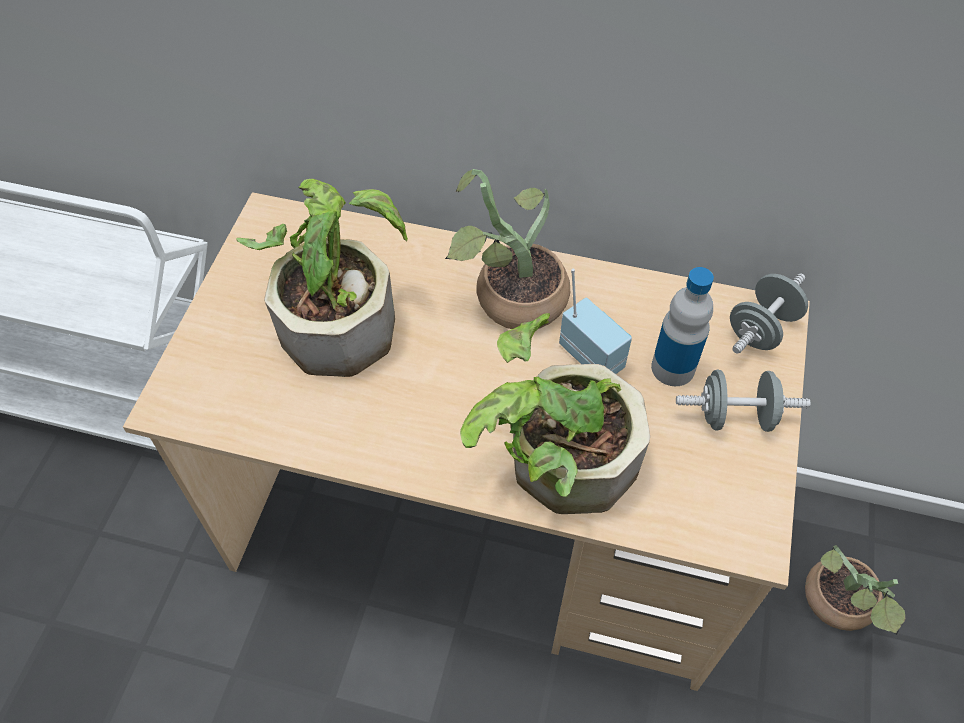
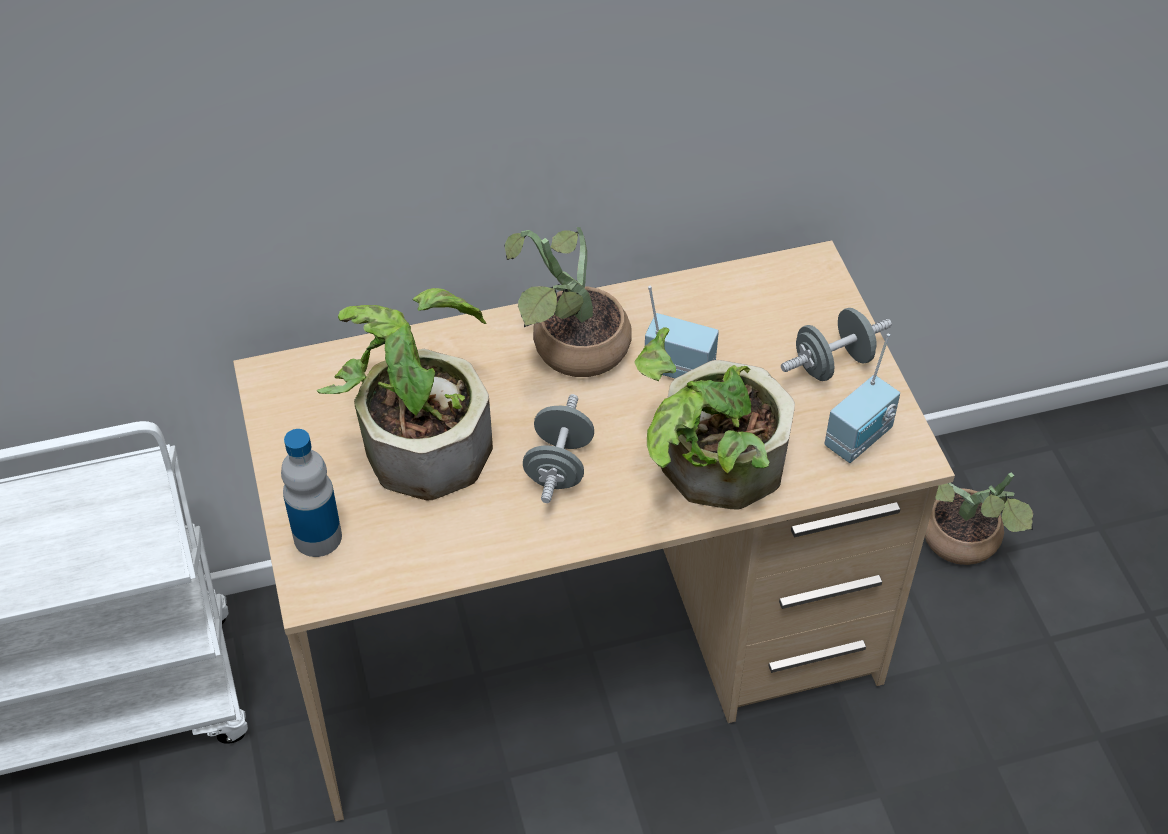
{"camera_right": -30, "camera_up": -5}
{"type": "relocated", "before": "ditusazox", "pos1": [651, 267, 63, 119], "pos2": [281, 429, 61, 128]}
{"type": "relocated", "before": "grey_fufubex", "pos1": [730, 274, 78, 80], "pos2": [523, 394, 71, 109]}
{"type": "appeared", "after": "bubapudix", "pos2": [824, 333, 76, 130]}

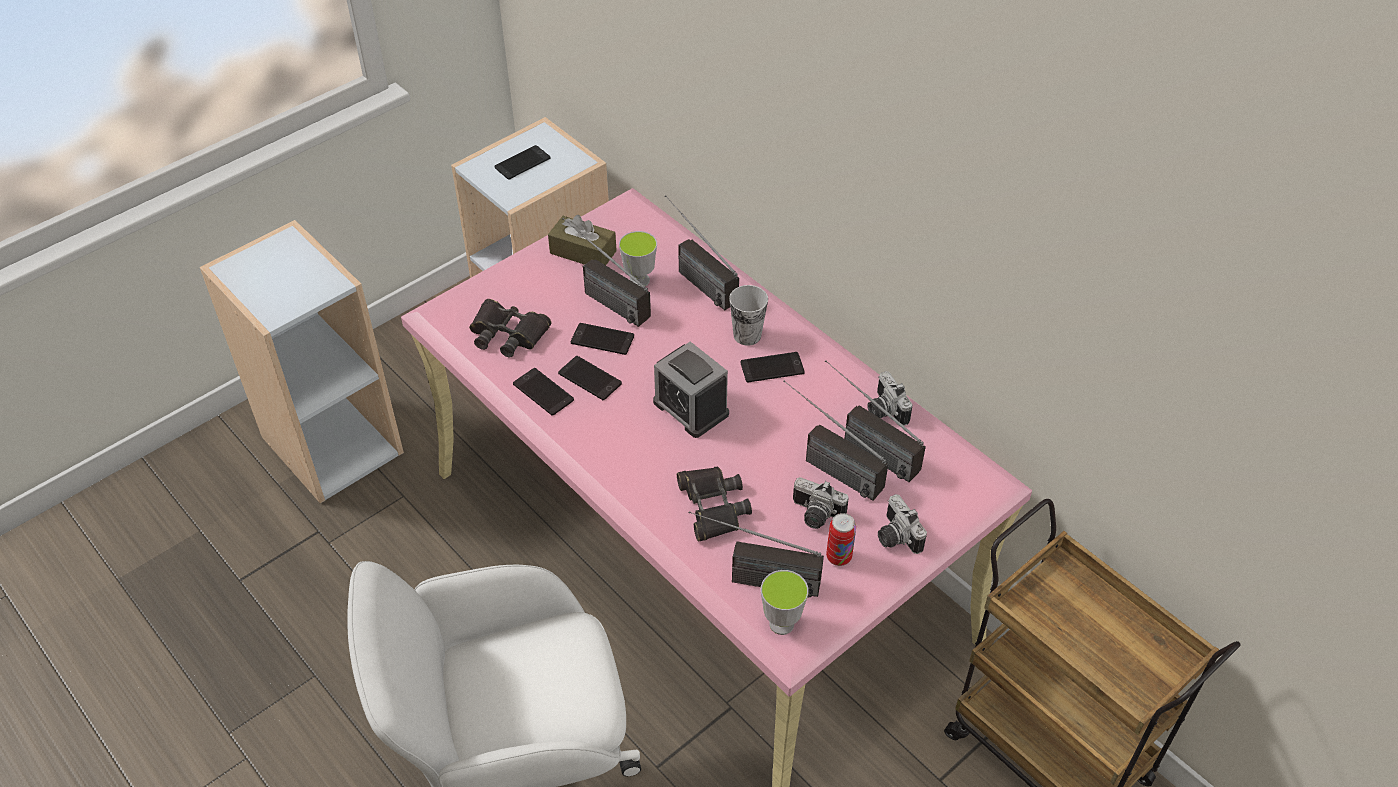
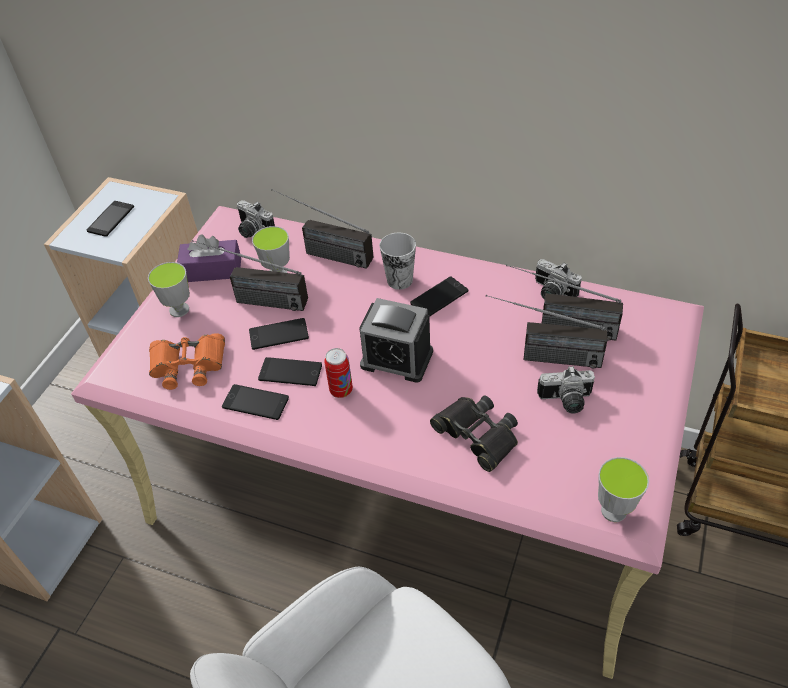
{"camera_right": -25, "camera_up": 0}
{"type": "appeared", "after": "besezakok", "pos2": [148, 262, 42, 55]}
{"type": "colour", "before": "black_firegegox", "after": "orange_firegegox", "pos1": [469, 299, 82, 58], "pos2": [149, 333, 76, 57]}
{"type": "colour", "before": "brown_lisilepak", "after": "purple_lisilepak", "pos1": [548, 215, 69, 50], "pos2": [177, 234, 64, 48]}
{"type": "relocated", "before": "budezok", "pos1": [878, 494, 49, 60], "pos2": [237, 200, 38, 38]}
{"type": "relocated", "before": "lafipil", "pos1": [826, 513, 30, 53], "pos2": [324, 348, 29, 50]}
{"type": "missing", "before": "bubapudix", "pos1": [689, 511, 135, 86]}

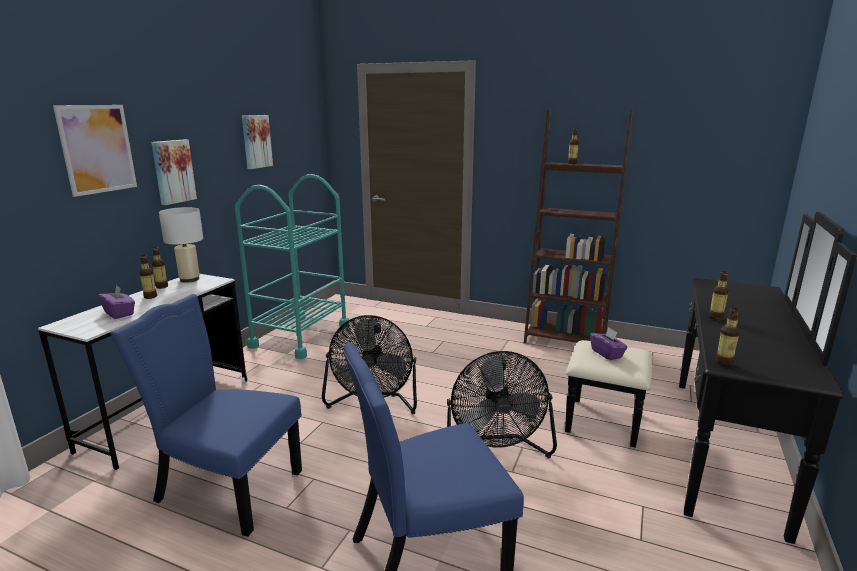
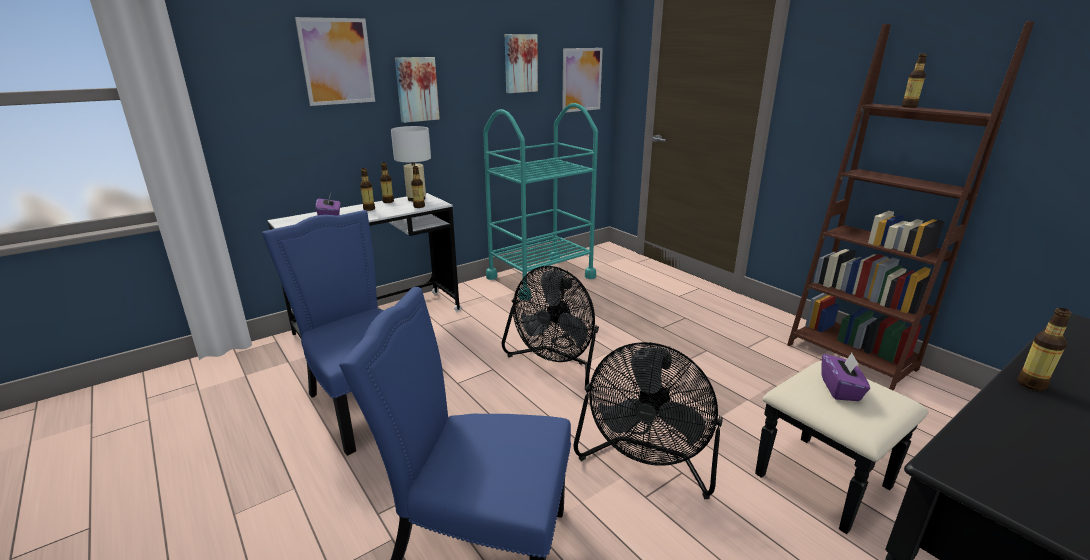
{"camera_right": 30, "camera_up": 5}
{"type": "relocated", "before": "ditusazox", "pos1": [715, 308, 25, 59], "pos2": [411, 166, 14, 42]}
{"type": "appeared", "after": "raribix", "pos2": [562, 48, 41, 64]}

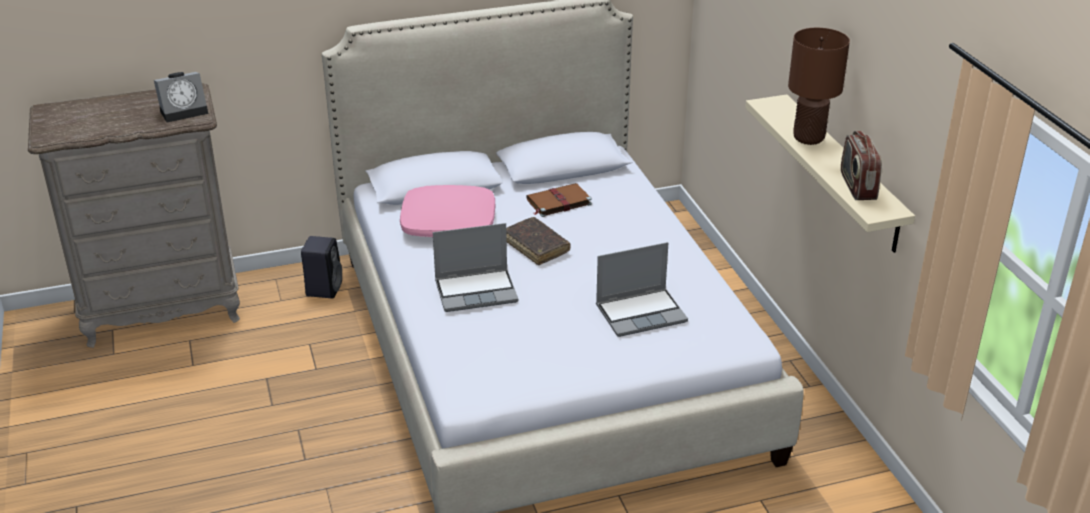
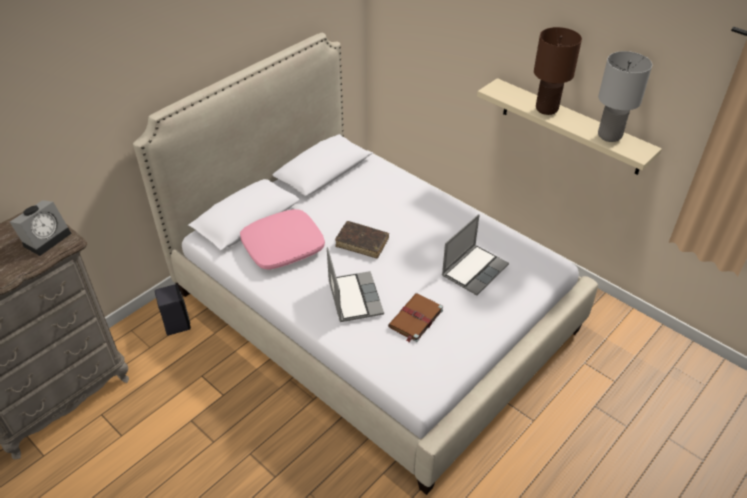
{"camera_right": -30, "camera_up": 10}
{"type": "spun", "before": "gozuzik", "pos1": [433, 223, 85, 89], "pos2": [327, 247, 57, 75], "turn": -60}
{"type": "relocated", "before": "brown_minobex", "pos1": [526, 183, 66, 34], "pos2": [388, 293, 55, 49]}
{"type": "exchanged", "before": "bubapudix", "after": "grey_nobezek", "pos1": [841, 131, 41, 69], "pos2": [598, 51, 54, 91]}

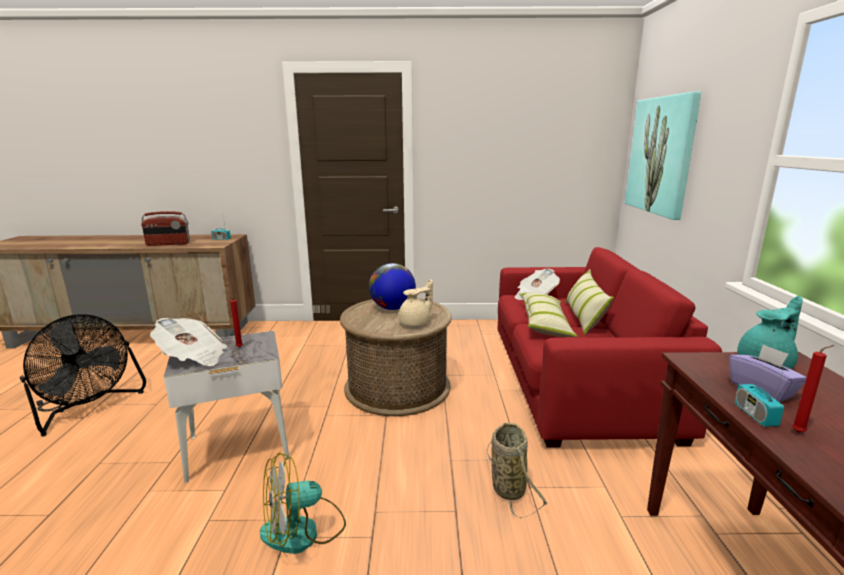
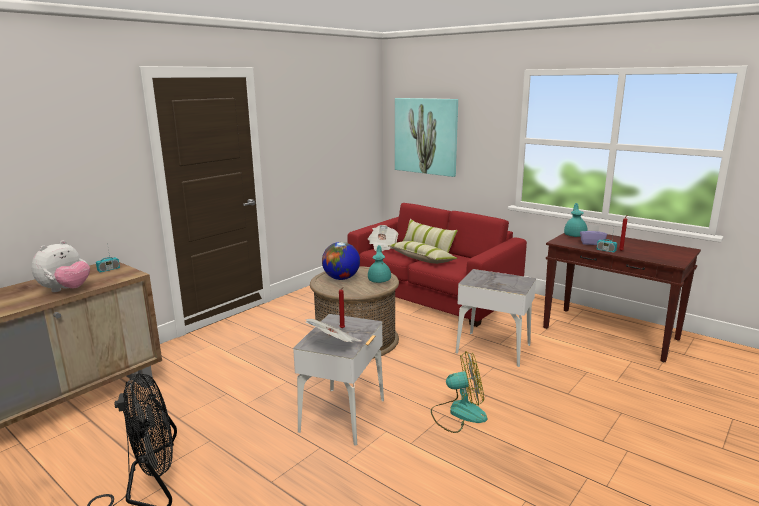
{"camera_right": -50, "camera_up": 0}
{"type": "exchanged", "before": "bubapudix", "after": "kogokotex", "pos1": [141, 211, 49, 35], "pos2": [31, 240, 59, 52]}
{"type": "colour", "before": "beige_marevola", "after": "turquoise_marevola", "pos1": [399, 279, 34, 47], "pos2": [368, 245, 23, 38]}
{"type": "spun", "before": "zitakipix", "pos1": [260, 452, 86, 102], "pos2": [431, 351, 56, 82], "turn": -105}
{"type": "exchanged", "before": "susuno", "after": "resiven", "pos1": [487, 422, 61, 96], "pos2": [456, 269, 80, 98]}

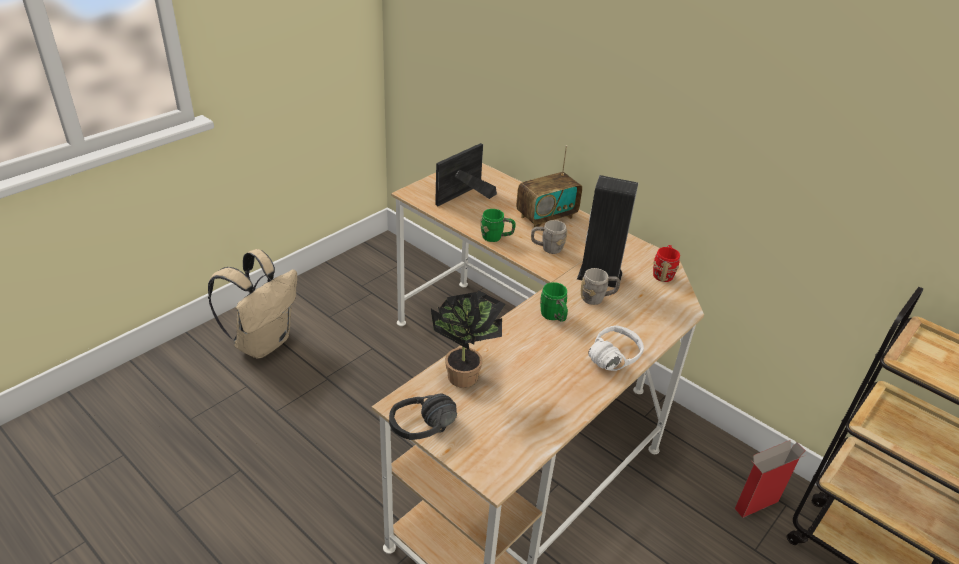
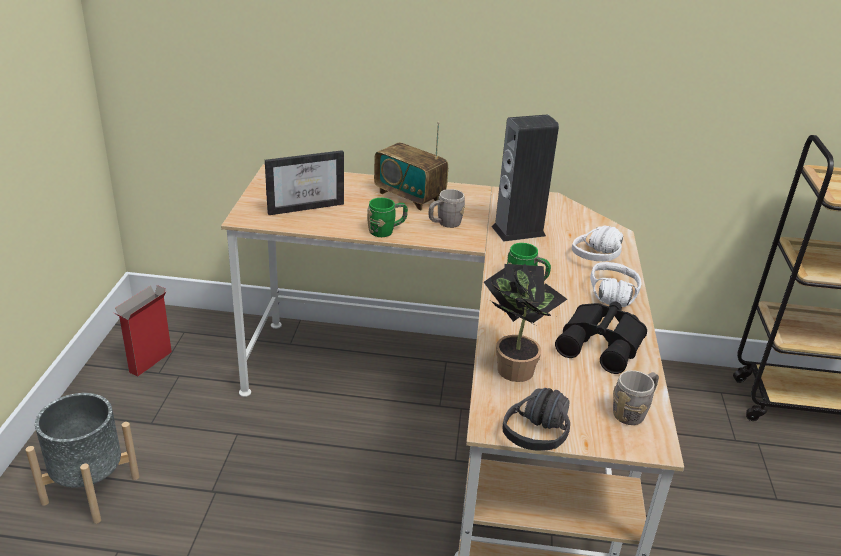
{"camera_right": -35, "camera_up": -5}
{"type": "exchanged", "before": "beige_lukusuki", "after": "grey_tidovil", "pos1": [208, 249, 89, 110], "pos2": [25, 393, 114, 131]}
{"type": "relocated", "before": "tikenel", "pos1": [735, 440, 71, 78], "pos2": [114, 285, 58, 91]}
{"type": "spun", "before": "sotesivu", "pos1": [435, 143, 62, 63], "pos2": [265, 150, 79, 65], "turn": -120}
{"type": "spun", "before": "bubapudix", "pos1": [516, 145, 66, 82], "pos2": [374, 122, 74, 88], "turn": 105}
{"type": "appeared", "after": "black_firegegox", "pos2": [555, 301, 92, 73]}
{"type": "appeared", "after": "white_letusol", "pos2": [572, 226, 51, 35]}
{"type": "relocated", "before": "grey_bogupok", "pos1": [581, 268, 39, 37], "pos2": [613, 370, 46, 55]}
{"type": "missing", "before": "red_bogupok", "pos1": [653, 245, 27, 37]}

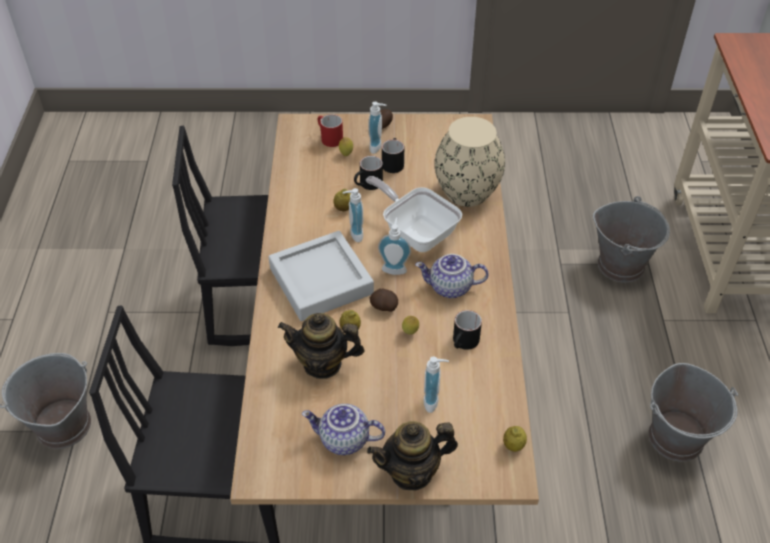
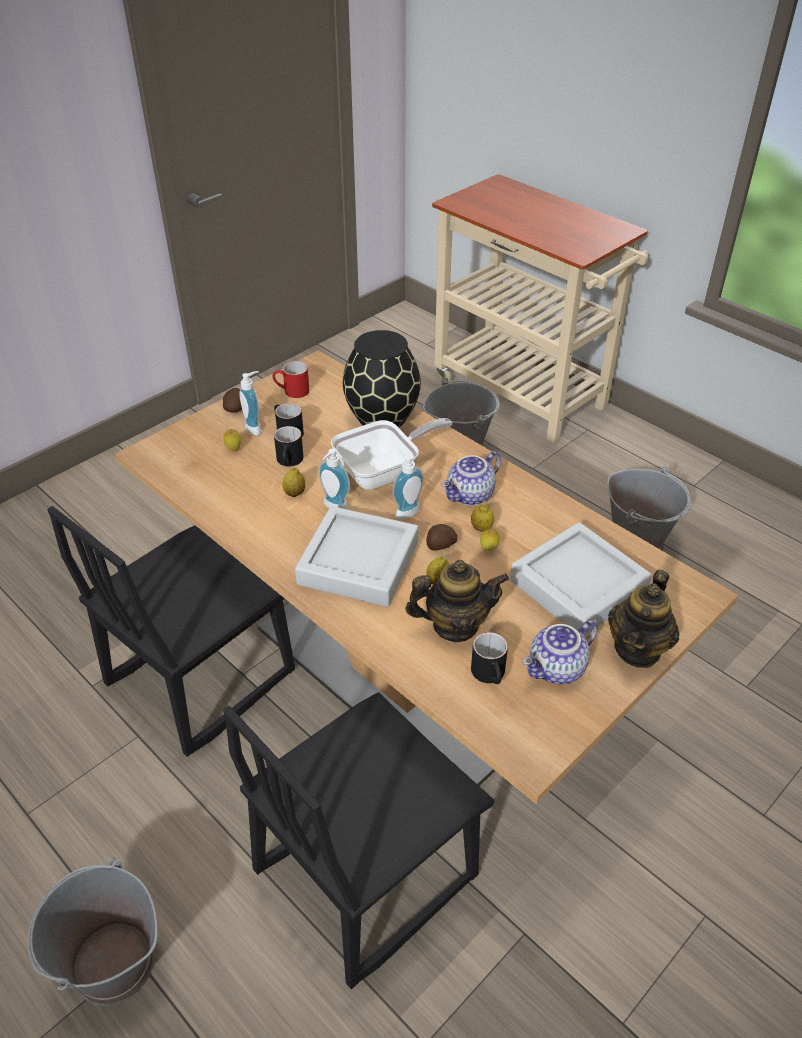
{"camera_right": -45, "camera_up": -5}
{"type": "relocated", "before": "red_bogupok", "pos1": [318, 114, 25, 33], "pos2": [272, 361, 37, 37]}
{"type": "spun", "before": "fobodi", "pos1": [366, 176, 97, 76], "pos2": [331, 418, 121, 72], "turn": 150}
{"type": "colour", "before": "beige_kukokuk", "after": "black_kukokuk", "pos1": [434, 117, 71, 90], "pos2": [343, 330, 78, 98]}
{"type": "spun", "before": "marevola", "pos1": [278, 313, 87, 66], "pos2": [406, 560, 103, 82], "turn": -150}
{"type": "relocated", "before": "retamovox", "pos1": [503, 426, 24, 26], "pos2": [471, 504, 23, 28]}
{"type": "relocated", "before": "black_bogupok", "pos1": [453, 310, 29, 40], "pos2": [471, 632, 37, 52]}
{"type": "exchanged", "before": "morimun", "after": "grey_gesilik", "pos1": [424, 356, 25, 57], "pos2": [510, 522, 142, 113]}

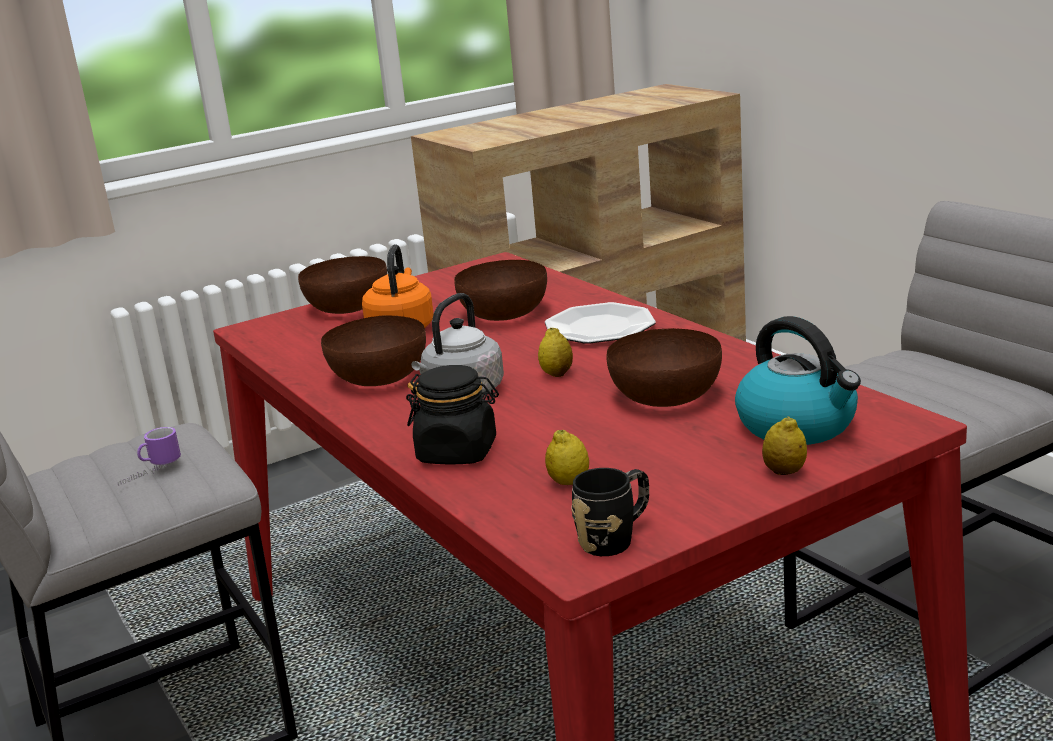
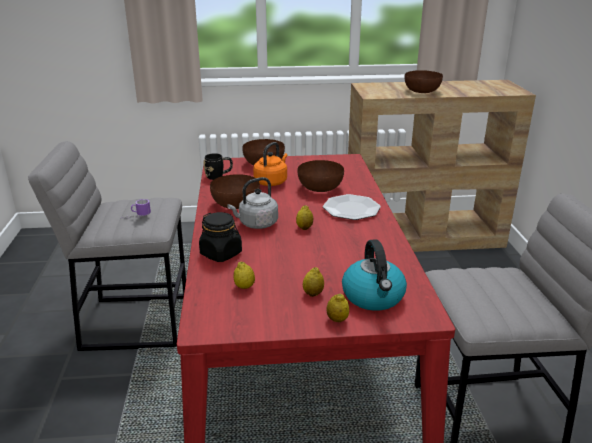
{"camera_right": 25, "camera_up": 5}
{"type": "relocated", "before": "black_bogupok", "pos1": [571, 468, 78, 88], "pos2": [204, 153, 29, 27]}
{"type": "appeared", "after": "retamovox", "pos2": [303, 267, 21, 30]}
{"type": "relocated", "before": "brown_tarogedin", "pos1": [606, 328, 116, 79], "pos2": [405, 71, 38, 22]}

